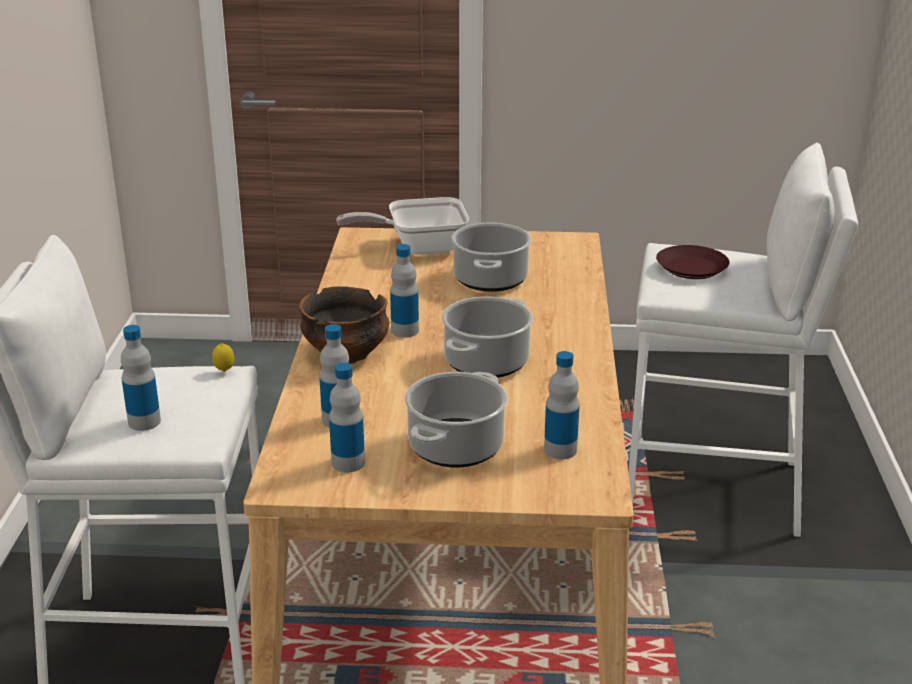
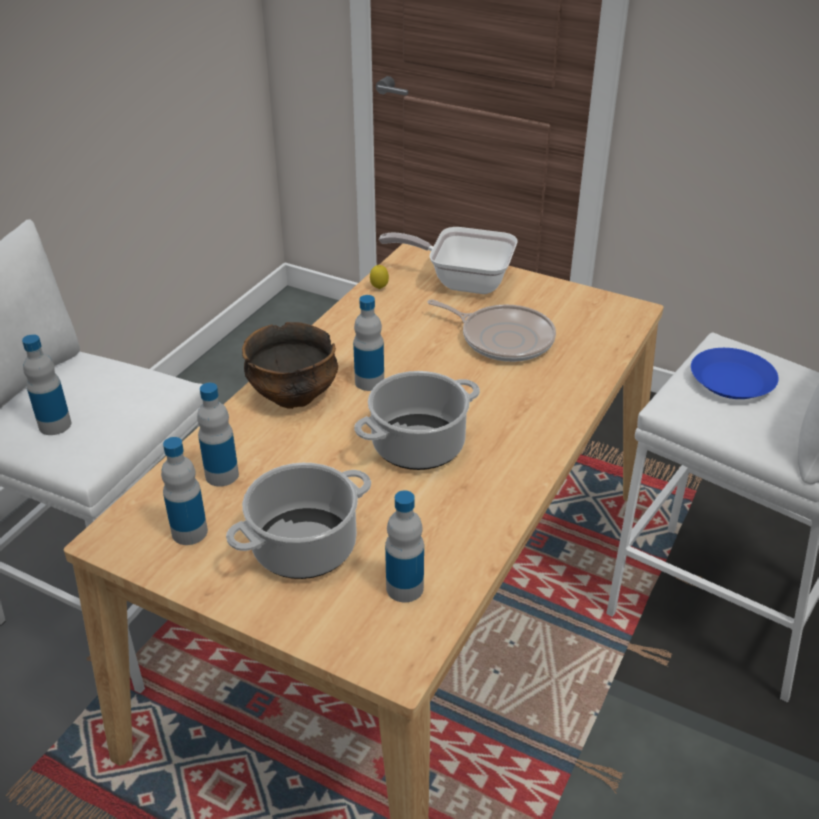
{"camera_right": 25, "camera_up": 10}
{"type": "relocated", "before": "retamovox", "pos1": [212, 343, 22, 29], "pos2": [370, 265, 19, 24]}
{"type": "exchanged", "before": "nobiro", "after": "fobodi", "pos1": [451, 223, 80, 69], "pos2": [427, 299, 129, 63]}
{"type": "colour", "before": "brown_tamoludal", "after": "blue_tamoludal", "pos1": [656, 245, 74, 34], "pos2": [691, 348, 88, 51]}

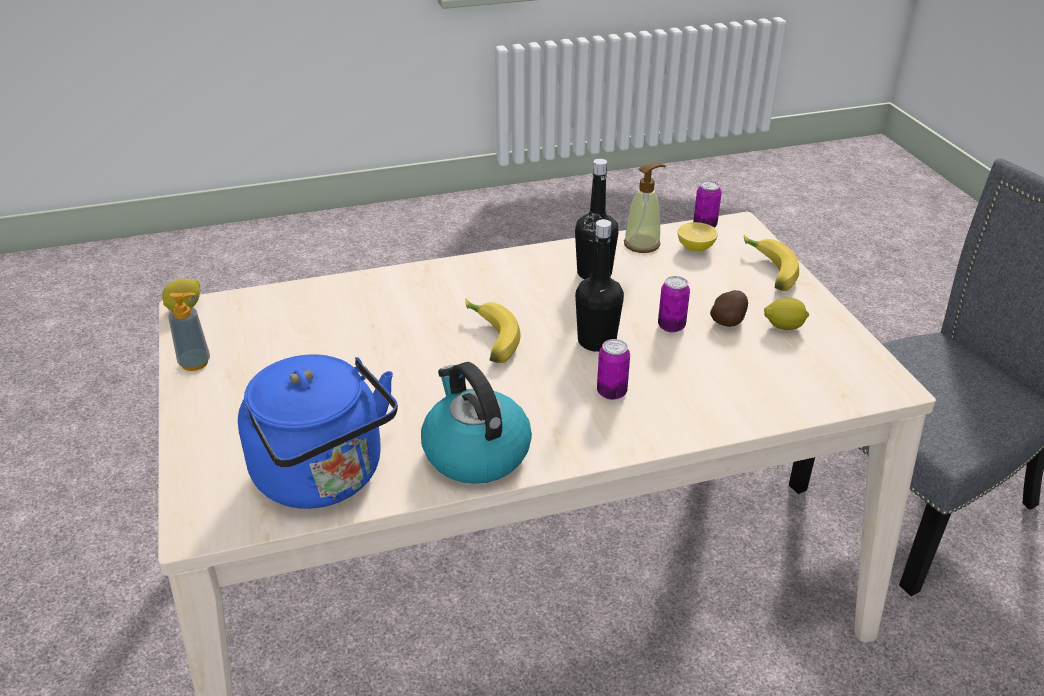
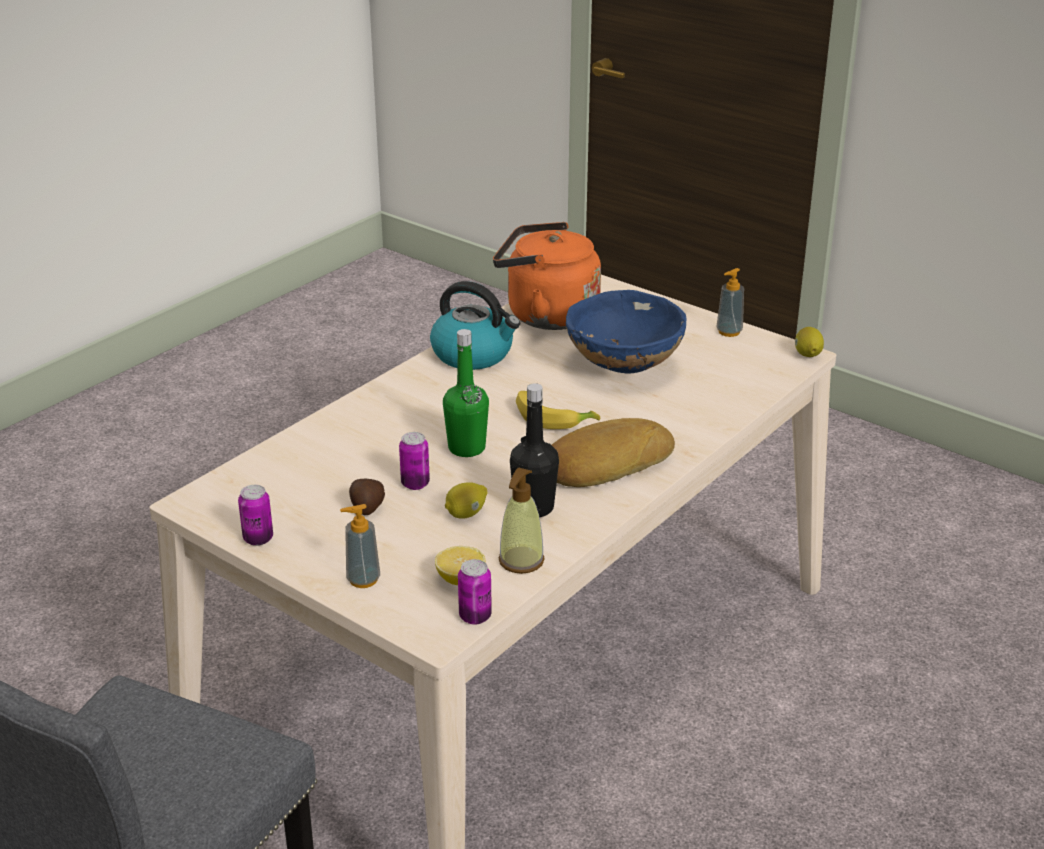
{"camera_right": 145, "camera_up": -5}
{"type": "relocated", "before": "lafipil", "pos1": [597, 339, 33, 61], "pos2": [238, 485, 35, 61]}
{"type": "exchanged", "before": "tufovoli", "after": "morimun", "pos1": [744, 235, 55, 56], "pos2": [340, 504, 40, 84]}
{"type": "colour", "before": "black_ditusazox", "after": "green_ditusazox", "pos1": [575, 219, 49, 133], "pos2": [443, 329, 46, 128]}
{"type": "relocated", "before": "retamovox", "pos1": [764, 298, 45, 32], "pos2": [445, 482, 42, 37]}
{"type": "colour", "before": "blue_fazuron", "after": "orange_fazuron", "pos1": [238, 355, 160, 154], "pos2": [493, 222, 108, 108]}
{"type": "appeared", "after": "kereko", "pos2": [552, 418, 123, 69]}
{"type": "appeared", "after": "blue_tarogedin", "pos2": [566, 290, 120, 84]}

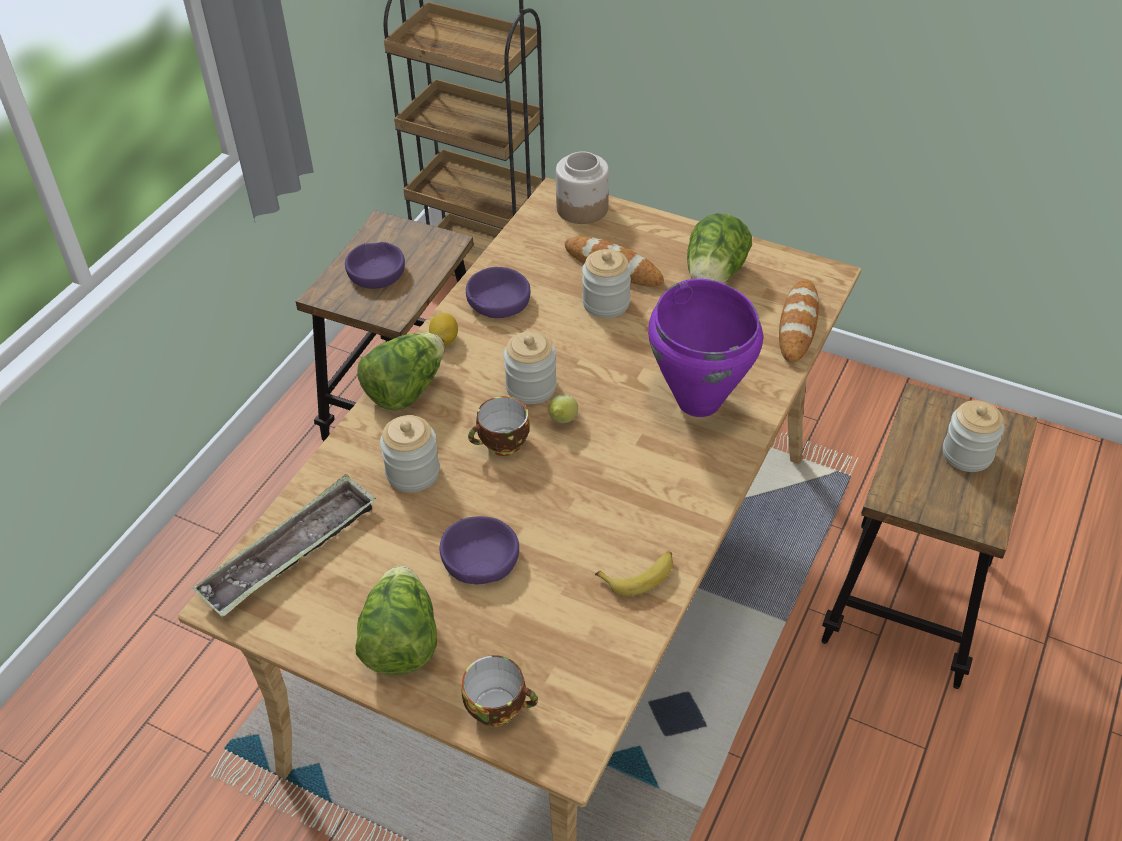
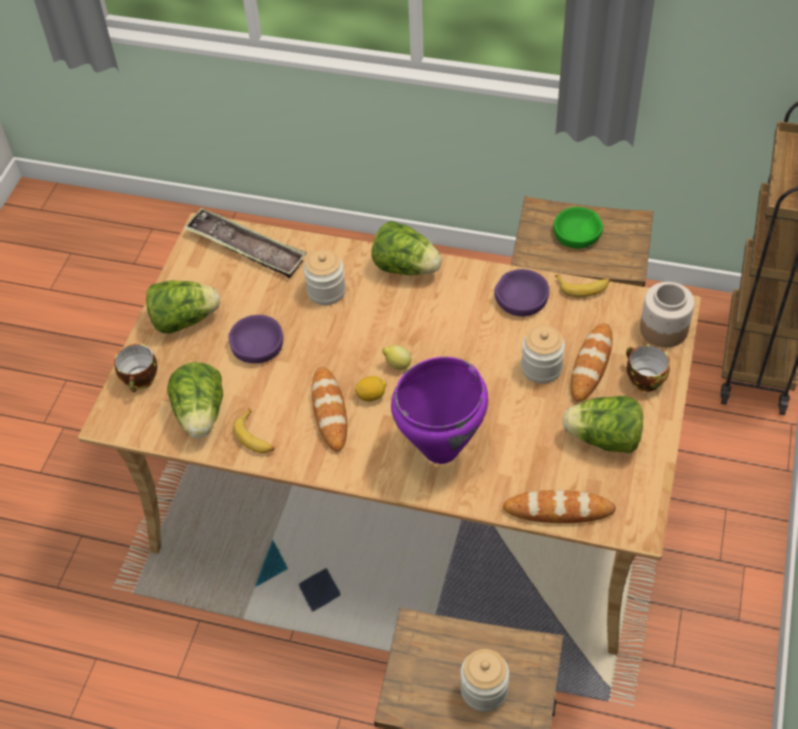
{"camera_right": 80, "camera_up": 5}
{"type": "appeared", "after": "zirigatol", "pos2": [167, 362, 56, 76]}
{"type": "appeared", "after": "kereko", "pos2": [312, 367, 35, 85]}
{"type": "relocated", "before": "retamovox", "pos1": [429, 313, 29, 33], "pos2": [355, 376, 32, 25]}
{"type": "colour", "before": "purple_tarogedin", "after": "green_tarogedin", "pos1": [345, 242, 60, 47], "pos2": [554, 207, 49, 42]}
{"type": "appeared", "after": "tufovoli", "pos2": [555, 274, 55, 23]}
{"type": "relocated", "before": "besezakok", "pos1": [468, 396, 62, 60], "pos2": [626, 345, 44, 47]}
{"type": "missing", "before": "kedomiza", "pos1": [504, 331, 53, 73]}

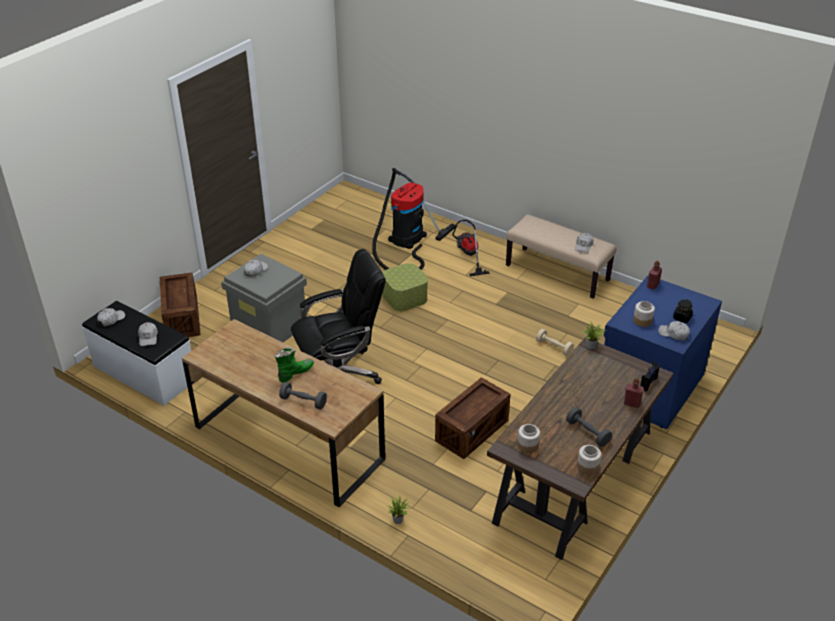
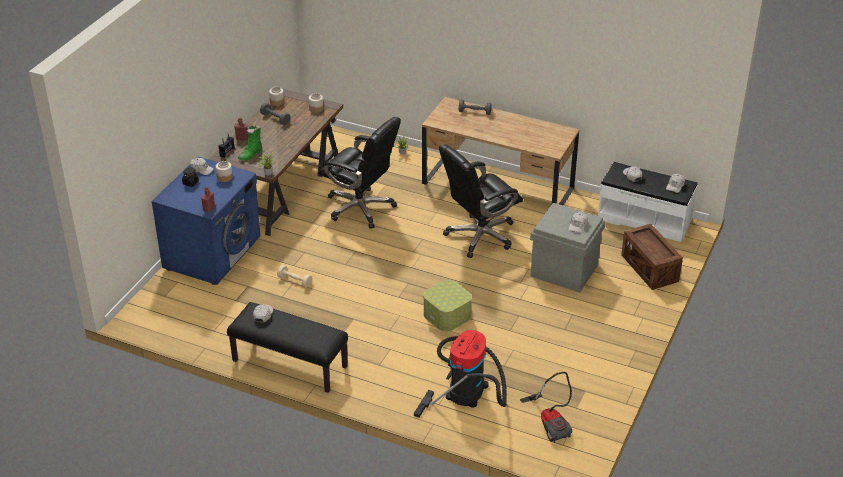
{"camera_right": 170, "camera_up": 0}
{"type": "colour", "before": "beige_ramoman", "after": "black_ramoman", "pos1": [506, 214, 111, 85], "pos2": [227, 302, 121, 91]}
{"type": "relocated", "before": "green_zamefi", "pos1": [275, 347, 39, 35], "pos2": [238, 125, 24, 35]}
{"type": "exchanged", "before": "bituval", "after": "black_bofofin", "pos1": [435, 377, 76, 82], "pos2": [319, 117, 82, 112]}
{"type": "relocated", "before": "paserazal", "pos1": [452, 220, 38, 56], "pos2": [520, 372, 52, 71]}

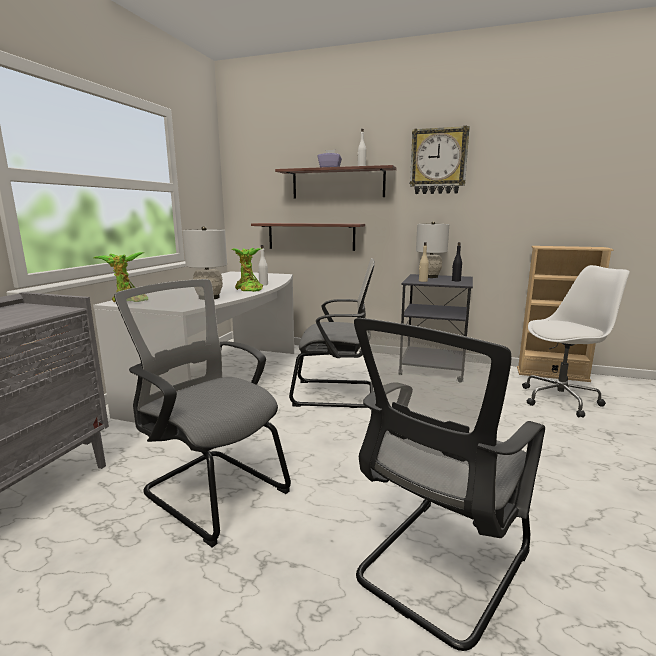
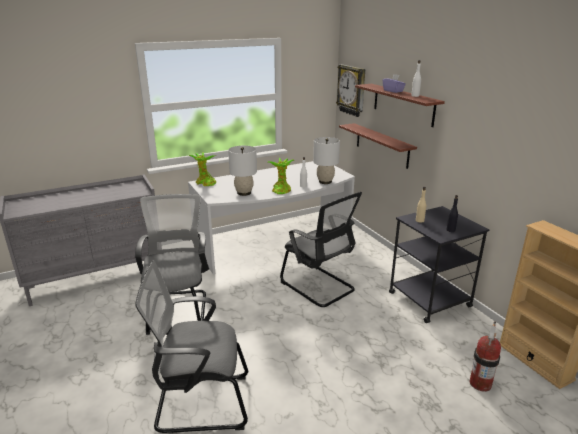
{"camera_right": 45, "camera_up": 10}
{"type": "relocated", "before": "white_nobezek", "pos1": [416, 221, 33, 57], "pos2": [313, 137, 27, 47]}
{"type": "relocated", "before": "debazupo", "pos1": [410, 126, 60, 68], "pos2": [336, 64, 29, 53]}
{"type": "exchanged", "before": "white_bofofin", "after": "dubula", "pos1": [522, 265, 108, 153], "pos2": [470, 321, 31, 71]}

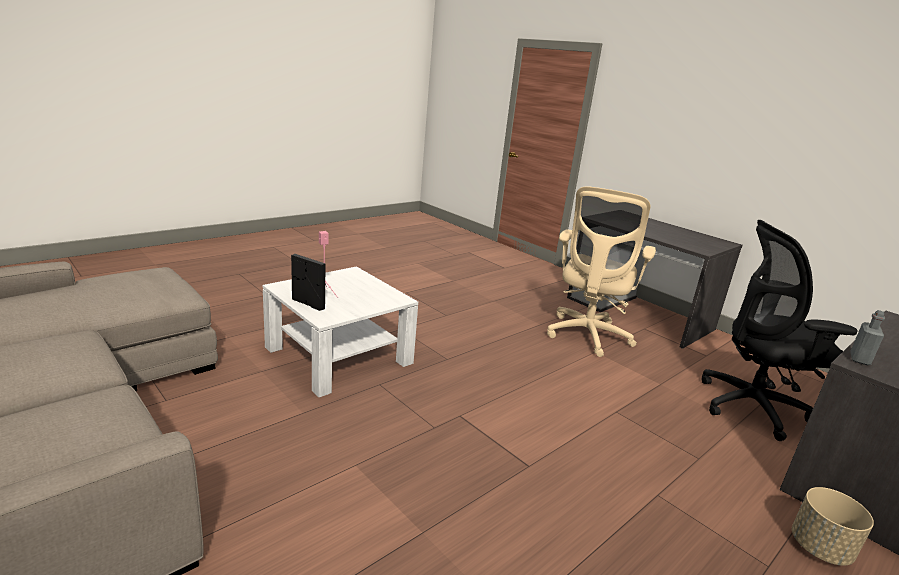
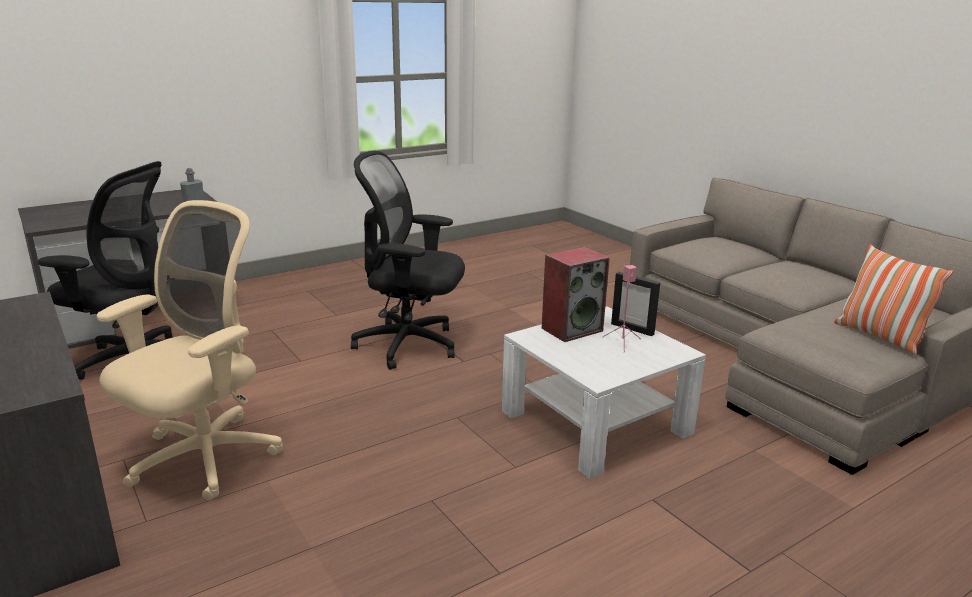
{"camera_right": -170, "camera_up": 0}
{"type": "appeared", "after": "black_bofofin", "pos2": [351, 151, 114, 219]}
{"type": "appeared", "after": "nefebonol", "pos2": [542, 247, 68, 95]}
{"type": "appeared", "after": "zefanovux", "pos2": [834, 244, 120, 110]}
{"type": "missing", "before": "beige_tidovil", "pos1": [792, 487, 82, 79]}

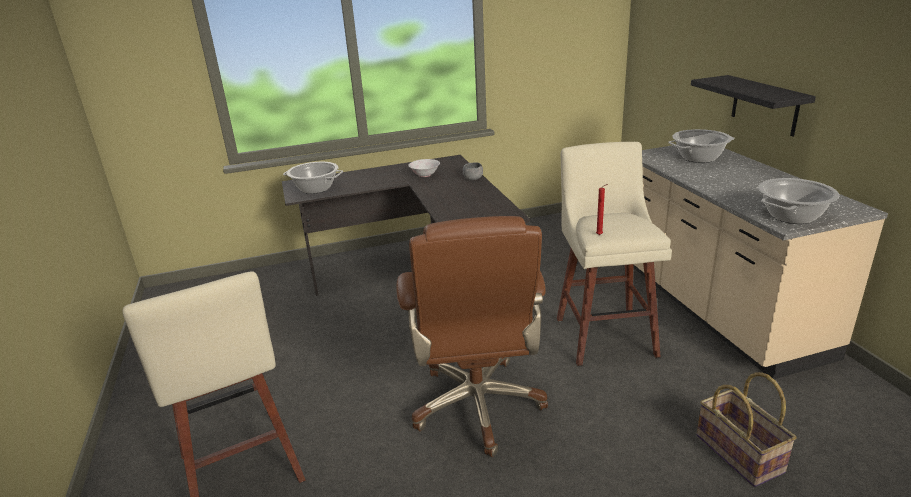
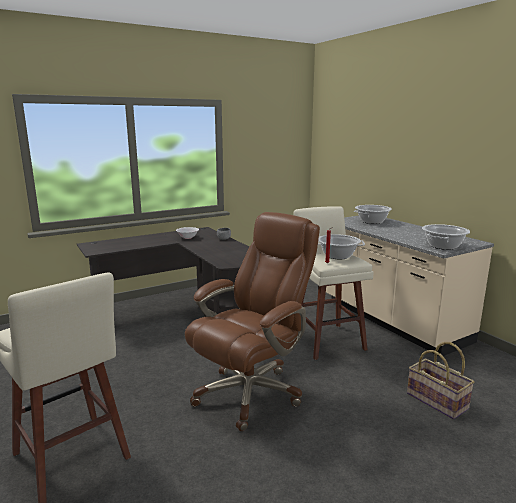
{"camera_right": -15, "camera_up": -10}
{"type": "spun", "before": "brown_bofofin", "pos1": [396, 216, 152, 241], "pos2": [185, 212, 135, 219], "turn": -120}
{"type": "relocated", "before": "nobiro", "pos1": [283, 162, 60, 32], "pos2": [318, 234, 47, 25]}
{"type": "missing", "before": "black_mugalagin", "pos1": [691, 75, 125, 61]}

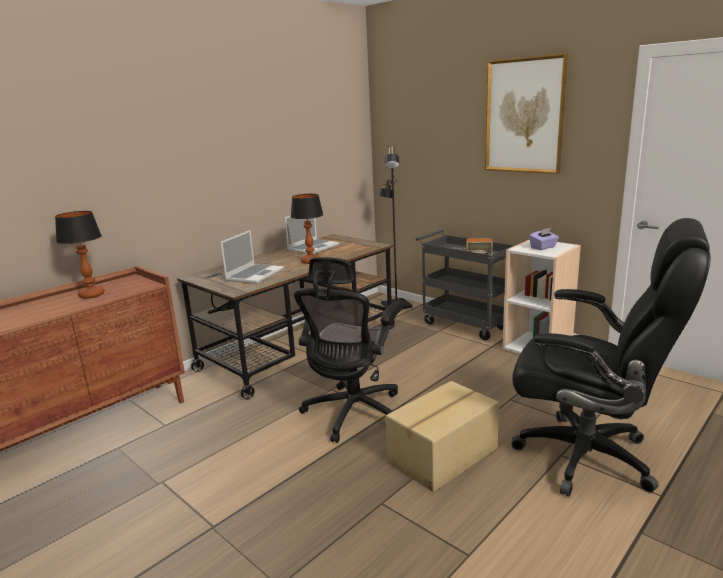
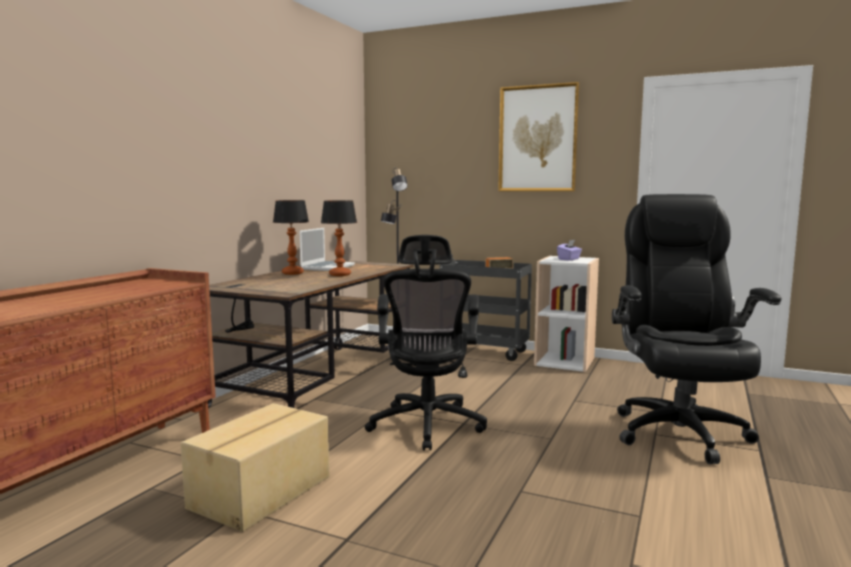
{"camera_right": -20, "camera_up": -10}
{"type": "relocated", "before": "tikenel", "pos1": [386, 381, 113, 111], "pos2": [181, 403, 148, 129]}
{"type": "relocated", "before": "nobezek", "pos1": [55, 211, 50, 88], "pos2": [273, 200, 36, 75]}
{"type": "spun", "before": "black_bofofin", "pos1": [511, 218, 200, 279], "pos2": [612, 194, 169, 270], "turn": -90}
{"type": "missing", "before": "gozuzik", "pos1": [220, 230, 64, 54]}

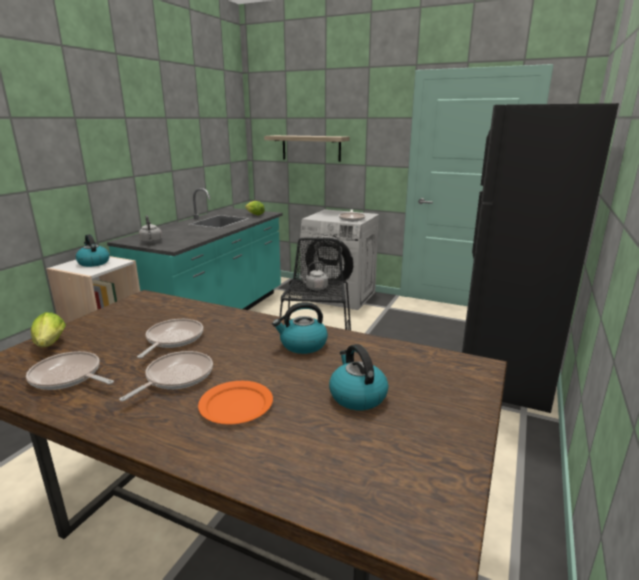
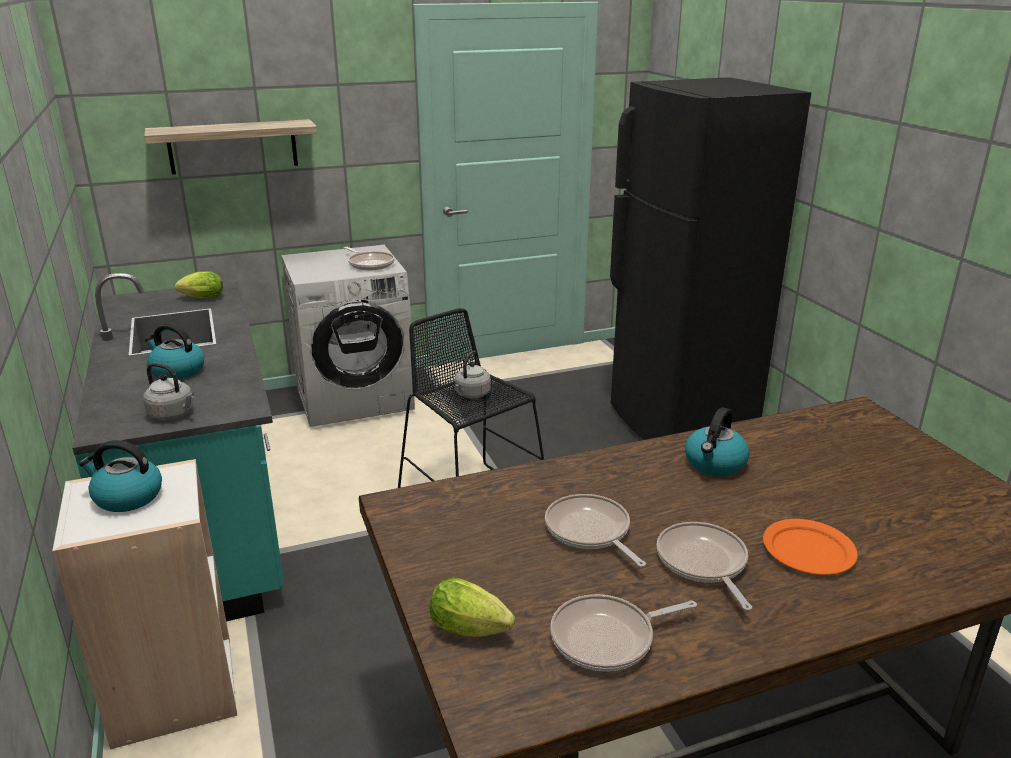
{"camera_right": -45, "camera_up": 5}
{"type": "relocated", "before": "fazuron", "pos1": [329, 344, 59, 66], "pos2": [144, 323, 61, 57]}

